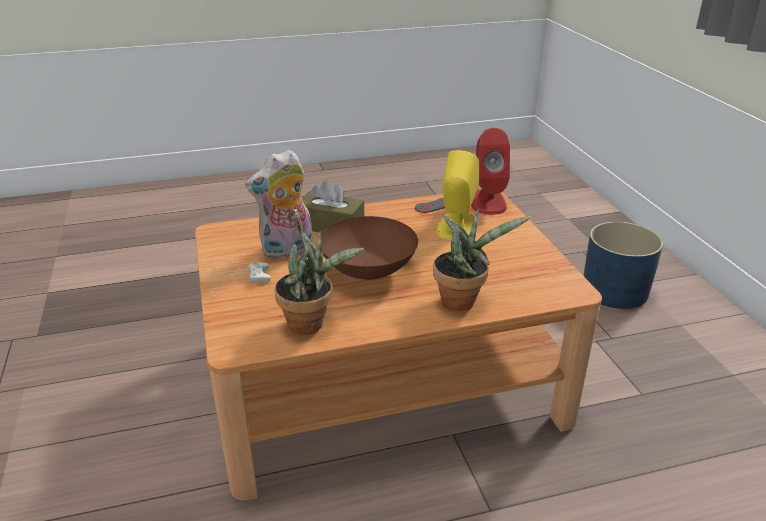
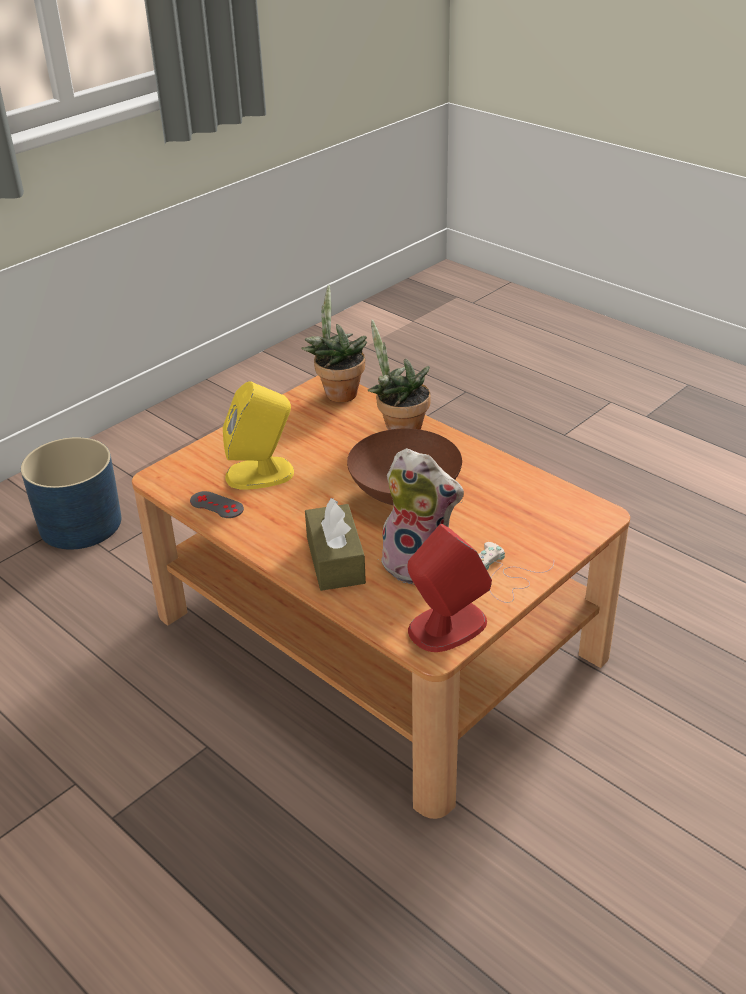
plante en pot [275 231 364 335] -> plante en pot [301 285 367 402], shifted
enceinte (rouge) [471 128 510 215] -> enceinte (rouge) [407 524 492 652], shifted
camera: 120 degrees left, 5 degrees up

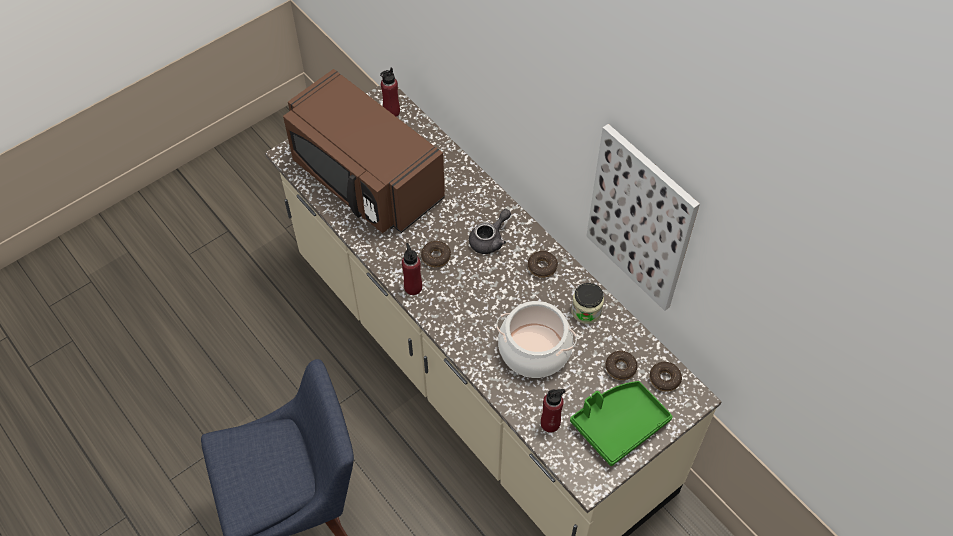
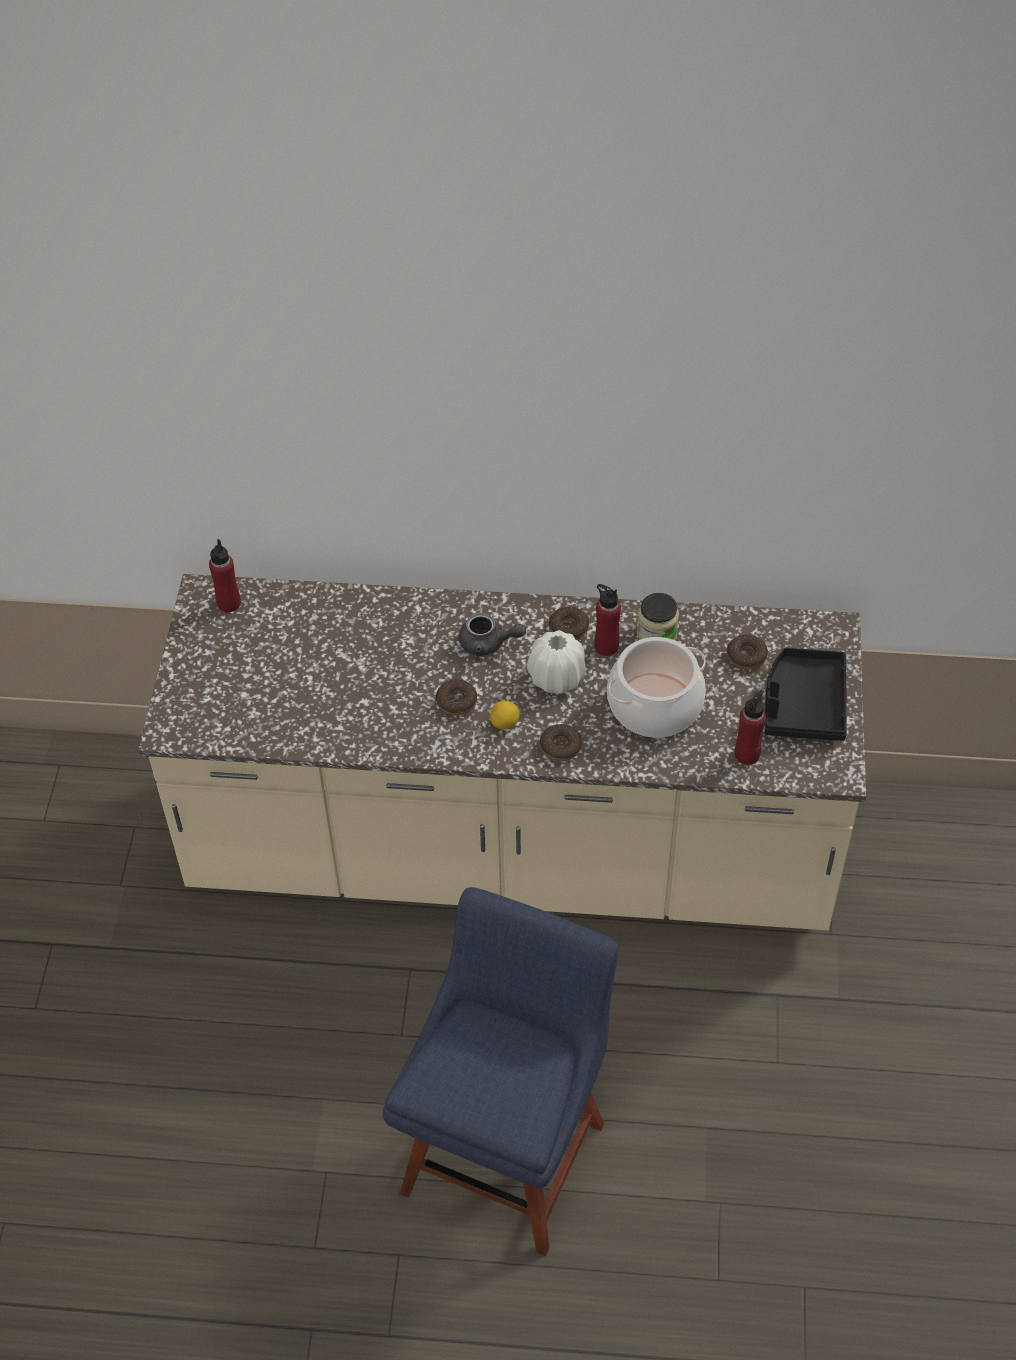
micro-ondes (marron) [283 69 445 233] -> none
tableau [586 124 700 311] -> none
none -> citron [490 701 520 730]
none -> vase (blanc) [527 630 586 693]
bouteille (rouge) [402 243 422 295] -> bouteille (rouge) [595 584 621 656], shifted
beignet [650 362 682 392] -> beignet [540 724 582 761], shifted
plateau (vert) [570 381 673 466] -> plateau (noir) [765 648 847 741]
théière (gris) [469 209 511 254] -> théière (gris) [459 613 526 656], 105 degrees clockwise
camera: 45 degrees left, 5 degrees down

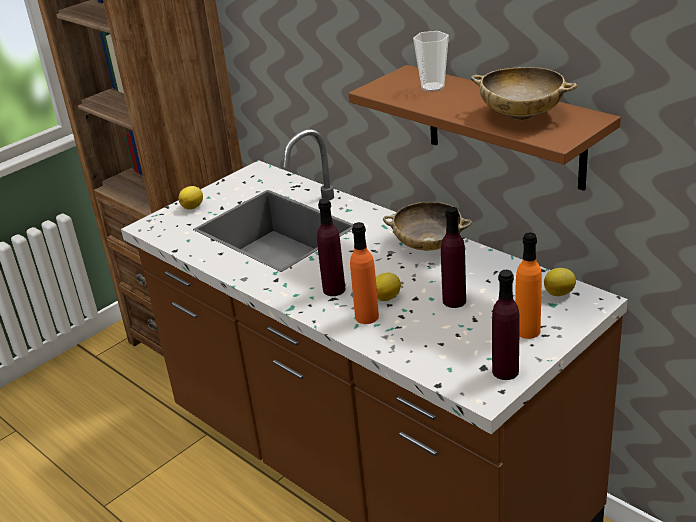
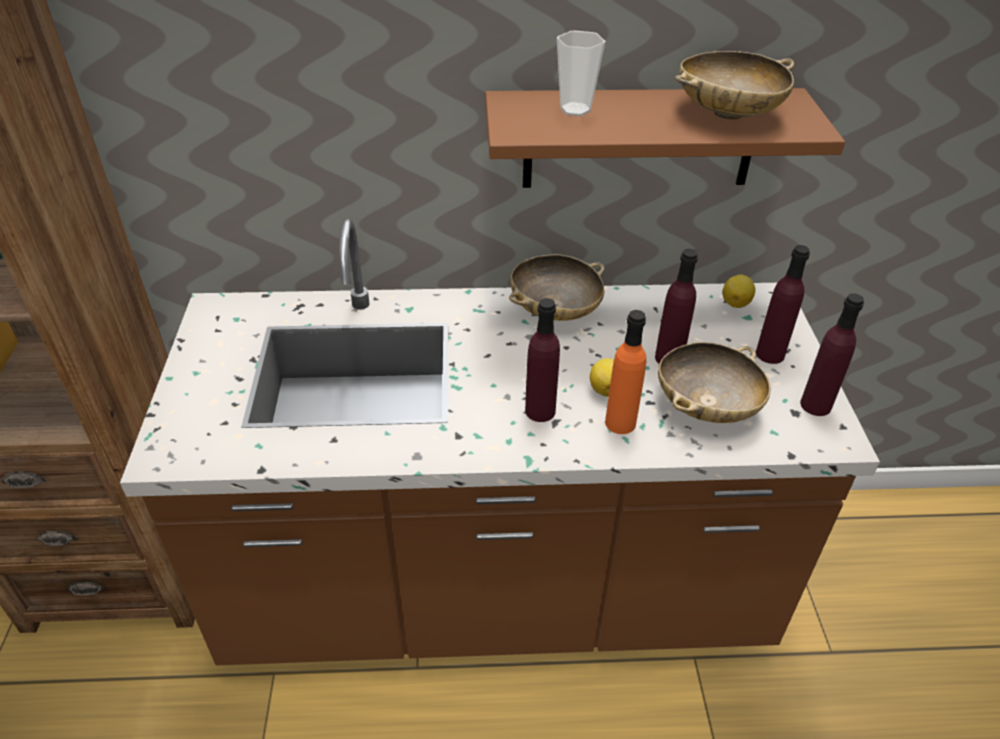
citron [179 186 203 210] -> none
none -> bol (beige) [658 342 771 423]
bouteille (orange) [515 233 542 339] -> bouteille (violet) [756 245 810 364]
camera: 50 degrees left, 10 degrees up

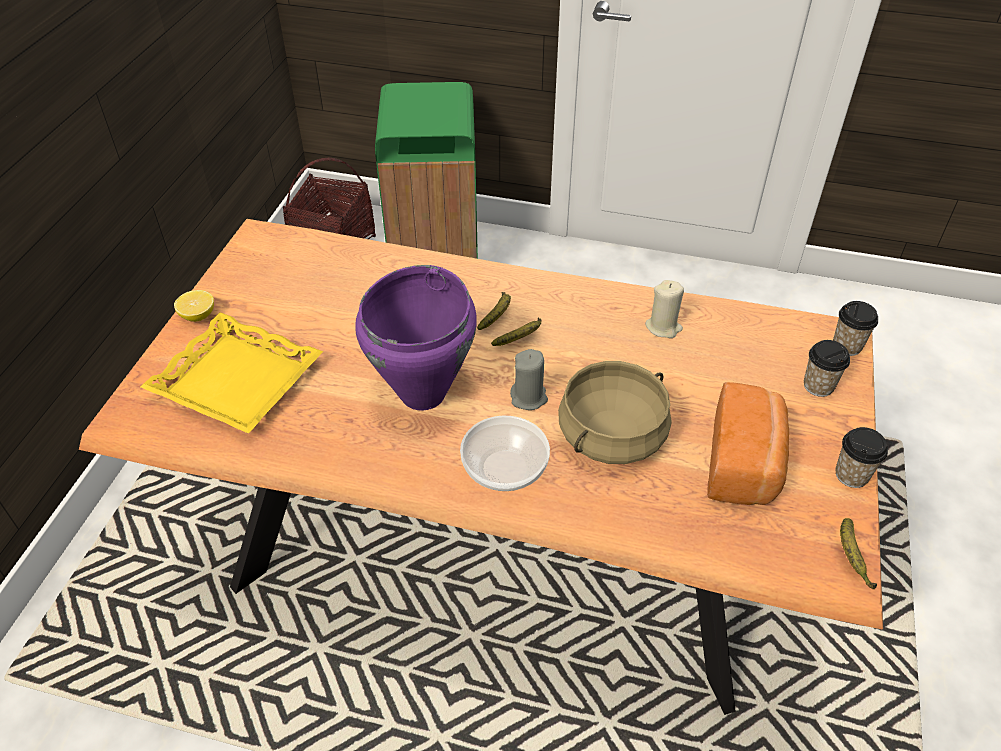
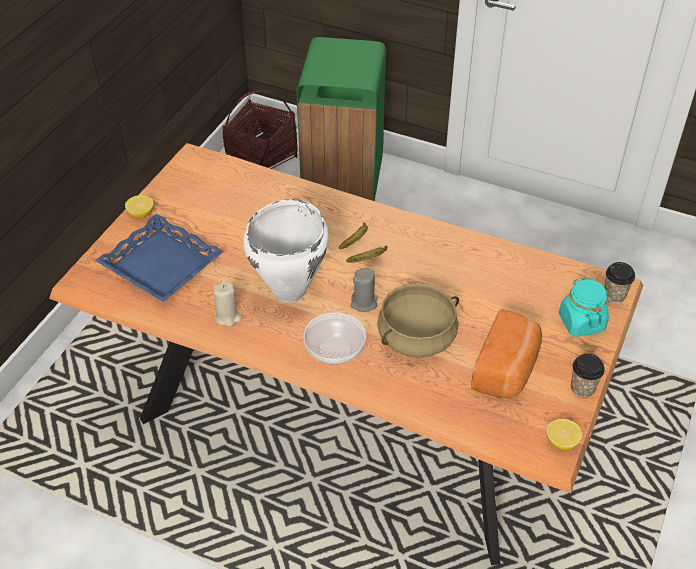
bougie (beige) [645 280 684 338] -> bougie (beige) [213 281 242 327], shifted
tasse [804 340 850 397] -> bocal (turquoise) [559 278 609 337]
banane [840 518 877 589] -> citron [547 419 582 450]
plateau (jaune) [140 312 323 434] -> plateau (bleu) [95 214 224 302]
marmite (violet) [355 265 477 410] -> marmite (blanc) [243 199 329 302]
camera: 10 degrees right, 0 degrees up

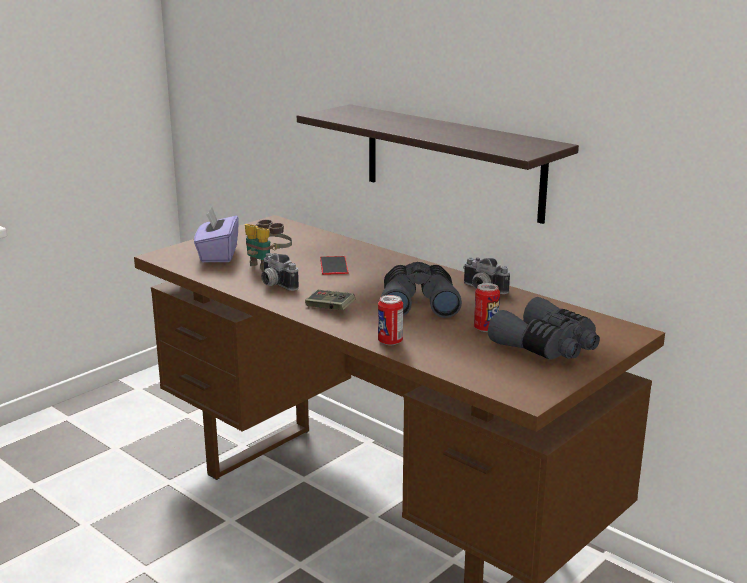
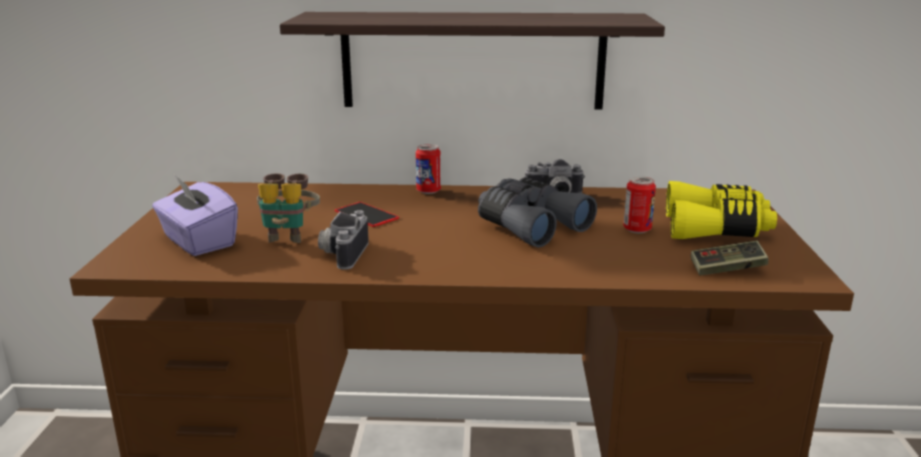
manette [305 290 355 310] -> manette [691 241 768 276], shifted
boîte métallique [378 295 403 345] -> boîte métallique [416 144 441 194], shifted
jumelles (gris) [488 297 600 360] -> jumelles (jaune) [666 181 777 239]
appareil photo [261 253 299 291] -> appareil photo [318 210 369 270], 90 degrees clockwise
camera: 40 degrees left, 0 degrees up

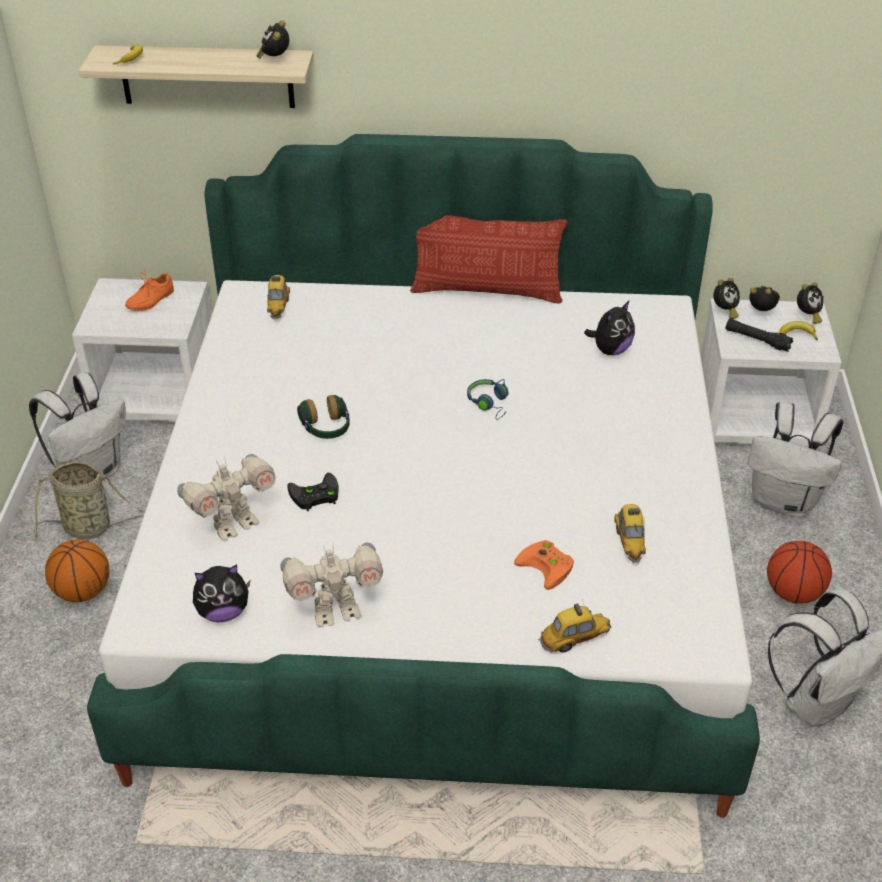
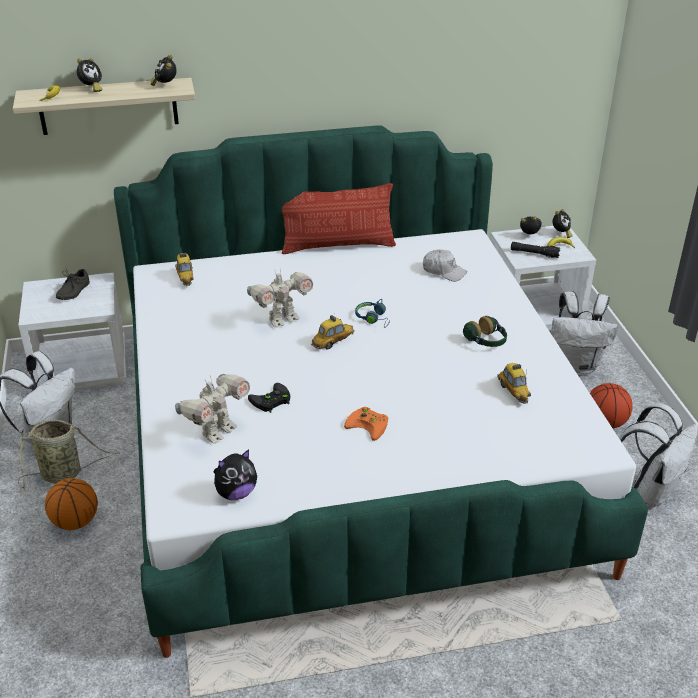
robot jouet [280 542 383 627] -> robot jouet [247 269 313 328], shifted
casque audio [297 395 350 439] -> casque audio [463 316 507 347], shifted
manette (orange) [514 540 574 590] -> manette (orange) [344 407 389 441], shifted
petite voiture [538 603 611 653] -> petite voiture [311 315 354 349], shifted
réveil [713 278 740 319] -> réveil [77 58 103 92], shifted
peluche [584 301 635 355] -> casquette (blanc) [423 249 467 282]
chaussure (orange) [125 269 174 311] -> chaussure (gris) [56 267 90 300]
camera: 15 degrees left, 5 degrees down

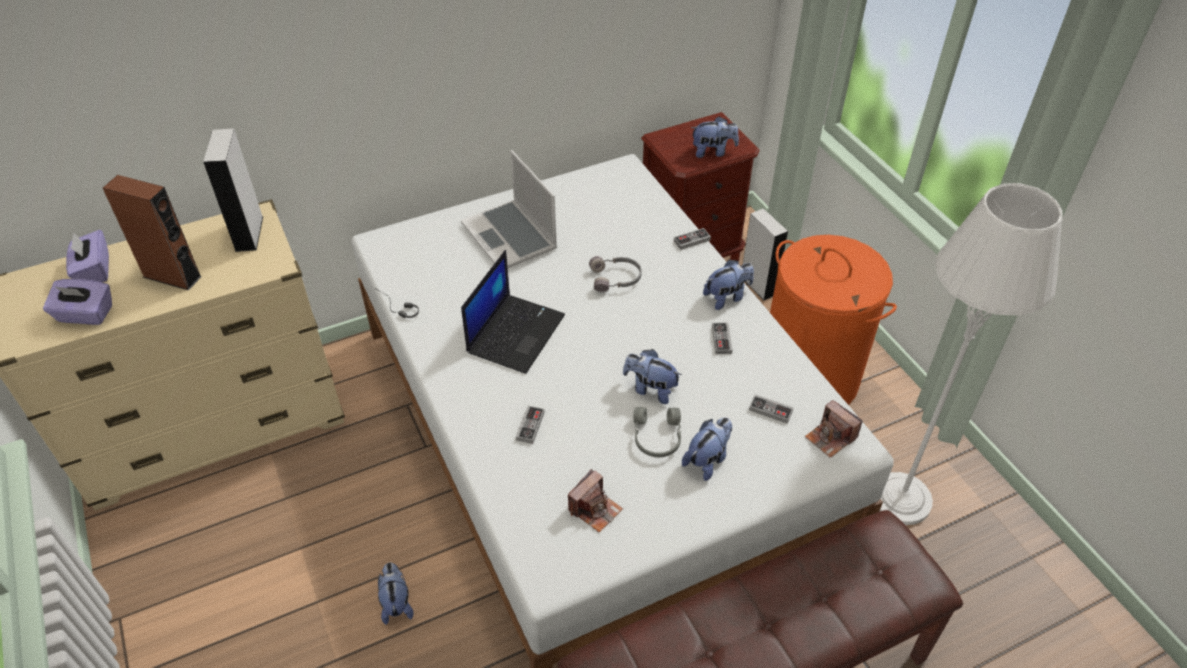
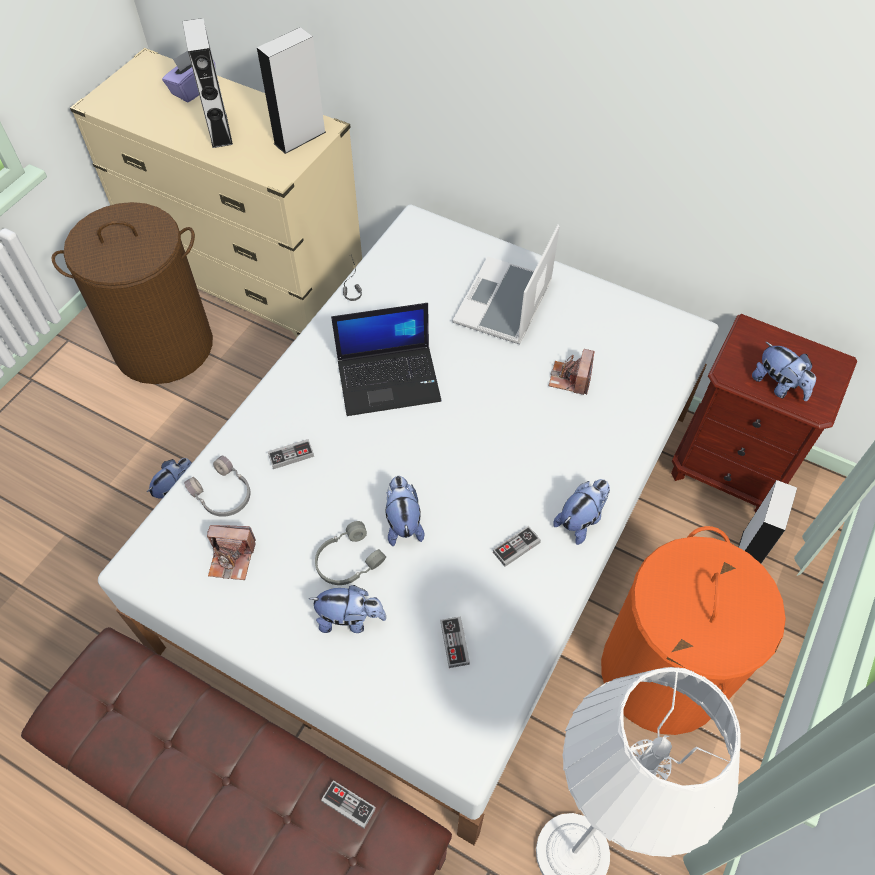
boîte à mouchoirs (violet) [43 279 112 325] -> none
none -> panier à linge (marron) [51 202 213 384]
casque audio (gris) [589 256 642 292] -> casque audio (gris) [184 456 251 517], shifted
manette [674 228 711 250] -> manette [321 780 376 828], shifted
appareil photo [805 400 863 458] -> appareil photo [549 349 594 395], shifted
enceinte (marron) [103 175 202 290] -> enceinte (gris) [182 18 233 148]
peluche [703 260 754 310] -> peluche [553 479 610 545], 75 degrees counterclockwise
camera: 55 degrees right, 10 degrees up

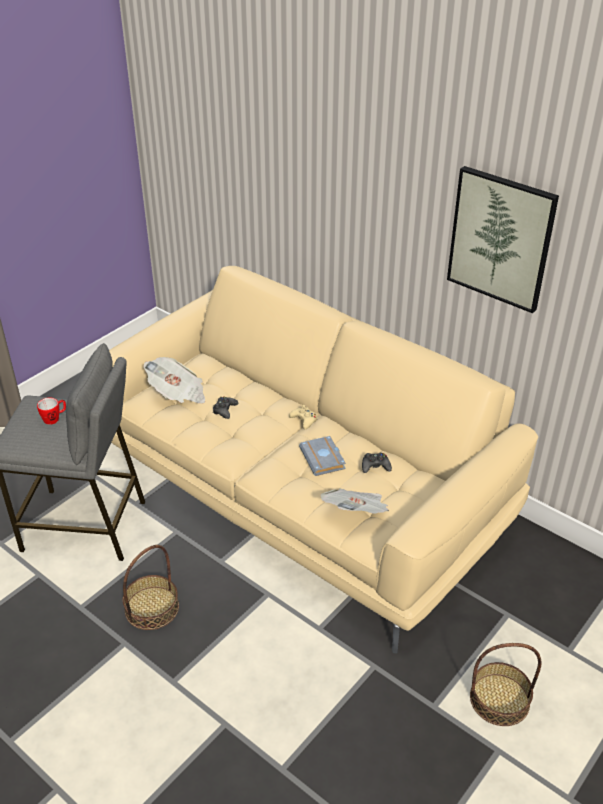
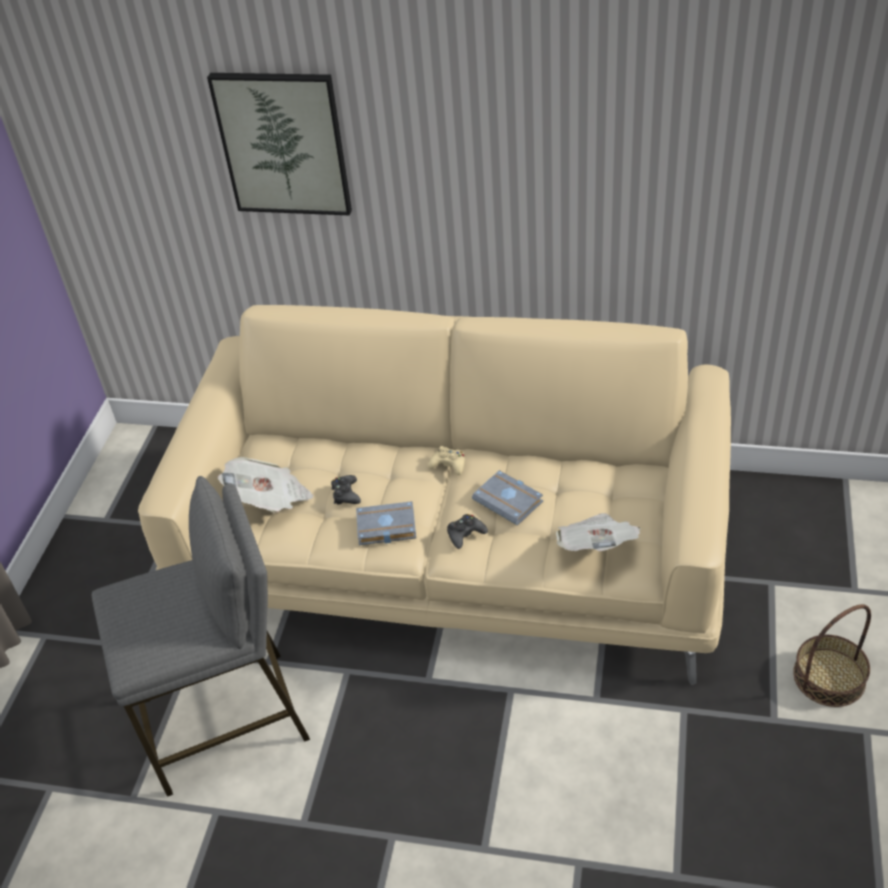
mug [37 398 66 425] -> none
panier [123 545 179 630] -> none
none -> livre (gris) [356 501 416 545]
manette (noir) [362 453 392 473] -> manette (noir) [447 514 488 549], shifted
tableau [447 166 559 313] -> tableau [207 73 352 215], shifted
camera: 25 degrees left, 5 degrees up

